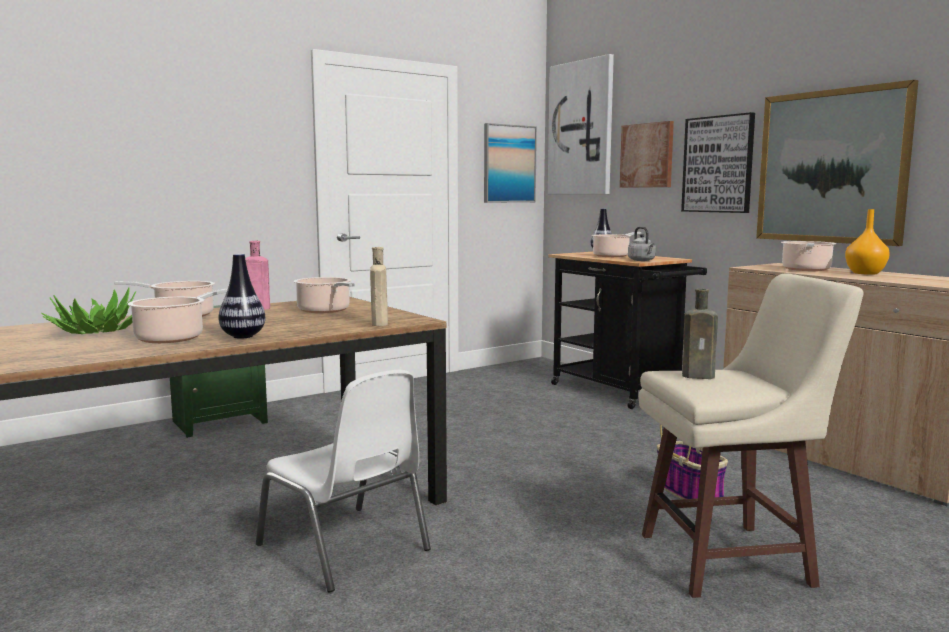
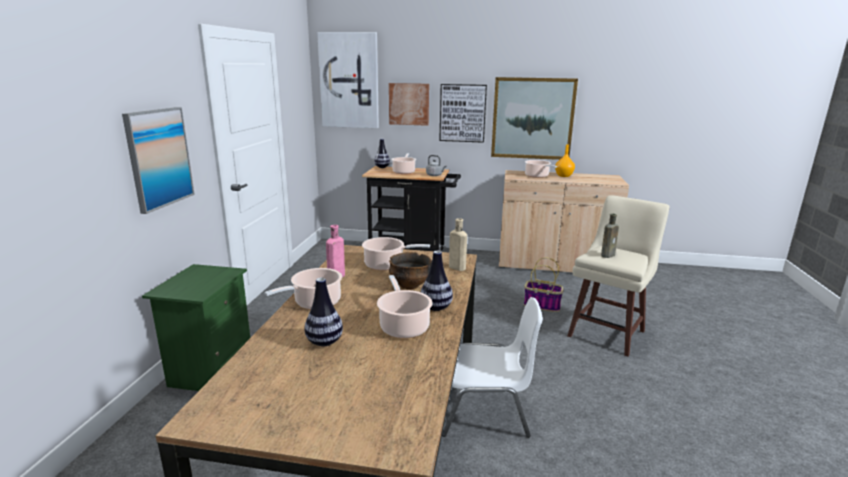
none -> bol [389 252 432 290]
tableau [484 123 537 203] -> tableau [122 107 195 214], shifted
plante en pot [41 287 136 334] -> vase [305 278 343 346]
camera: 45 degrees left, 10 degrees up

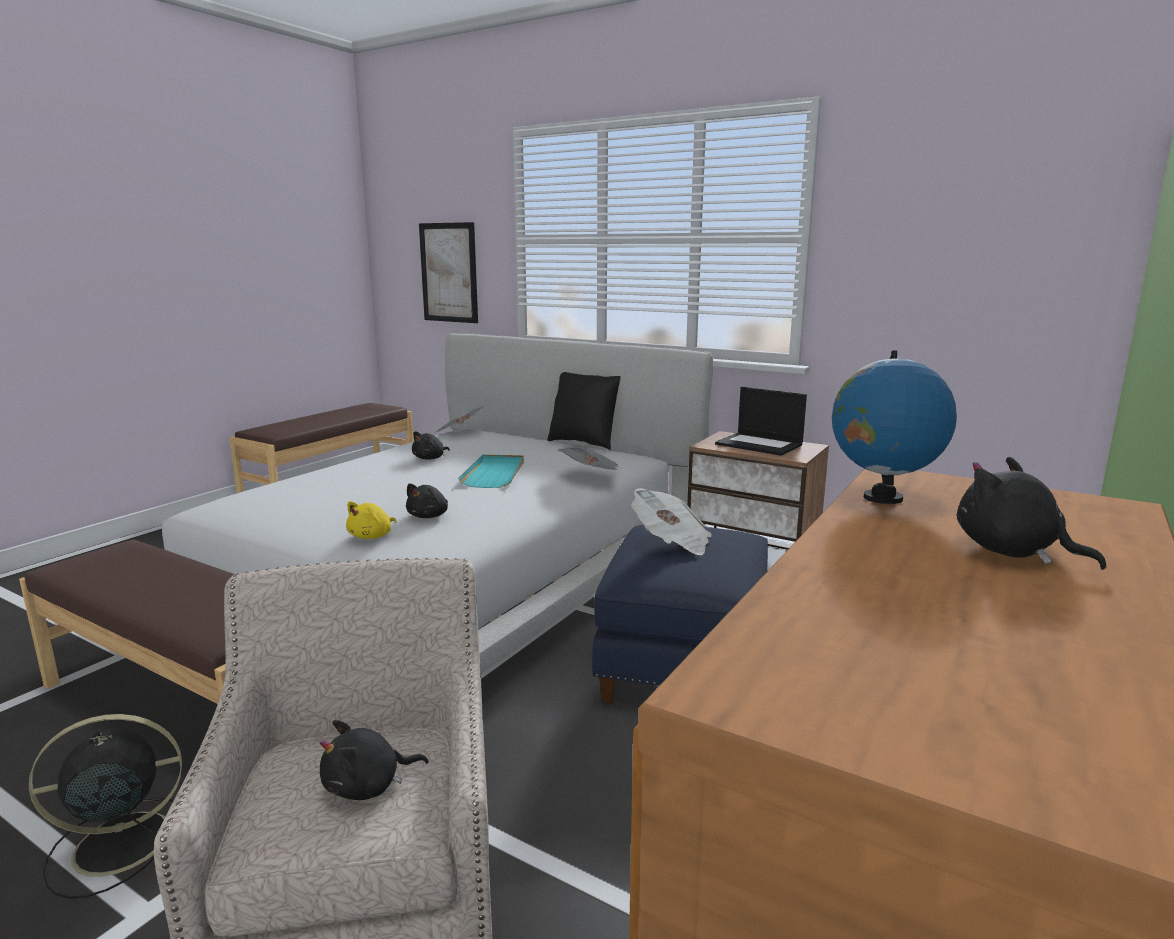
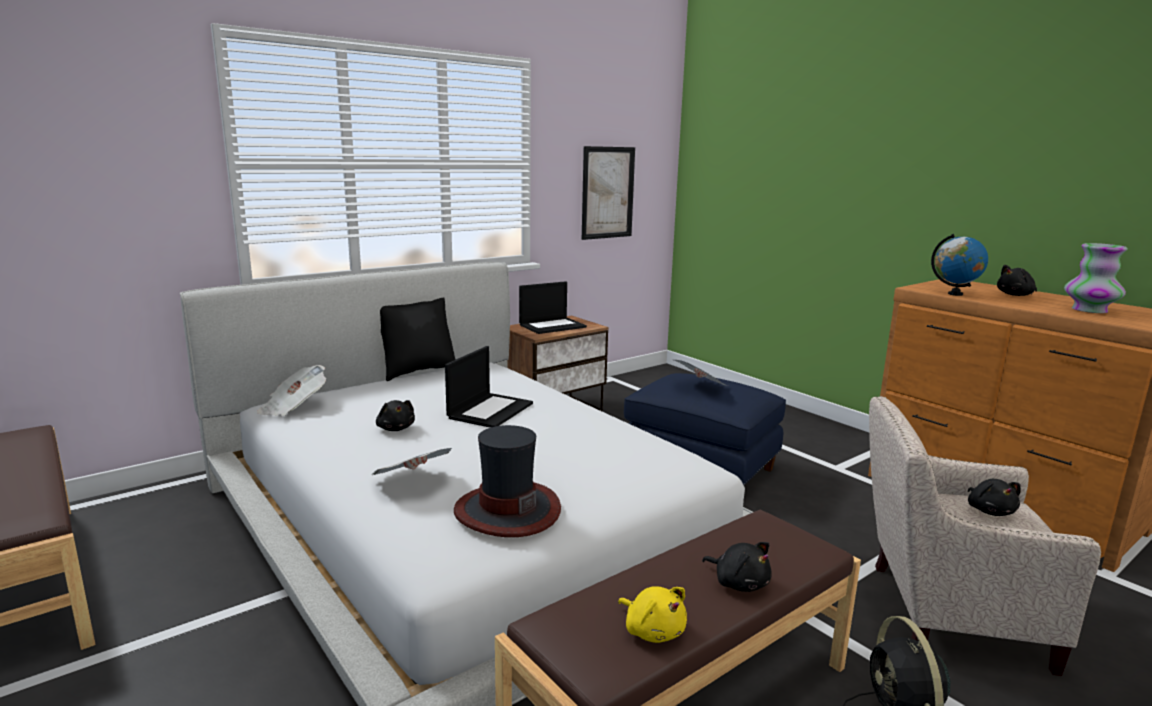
none -> chapeau [454 425 561 537]
none -> vase [1064 243 1128 313]
peluche (jaune) [346 501 396 539] -> peluche (jaune) [618 586 687 643], shifted
peluche (noir) [406 484 448 518] -> peluche (noir) [702 542 772 592], shifted
tableau [419 222 478 323] -> tableau [582 146 635 240], shifted
journal [558 448 620 470] -> journal [372 448 452 475], shifted
plateau (turquoise) [458 455 524 488] -> ordinateur portable [445 346 533 428]
camera: 70 degrees left, 0 degrees up

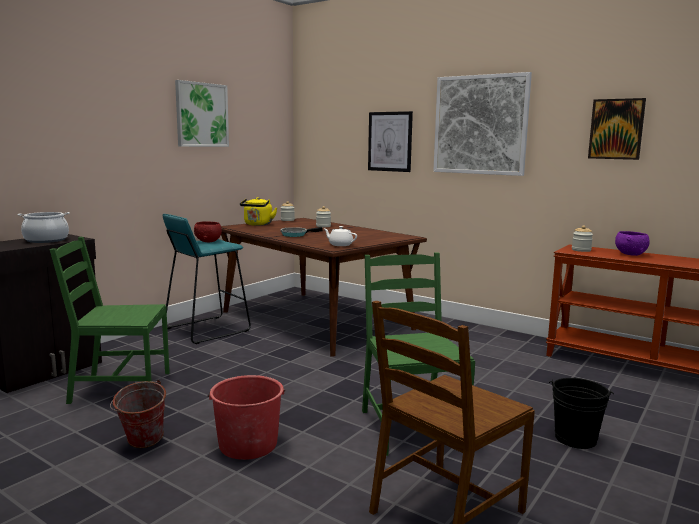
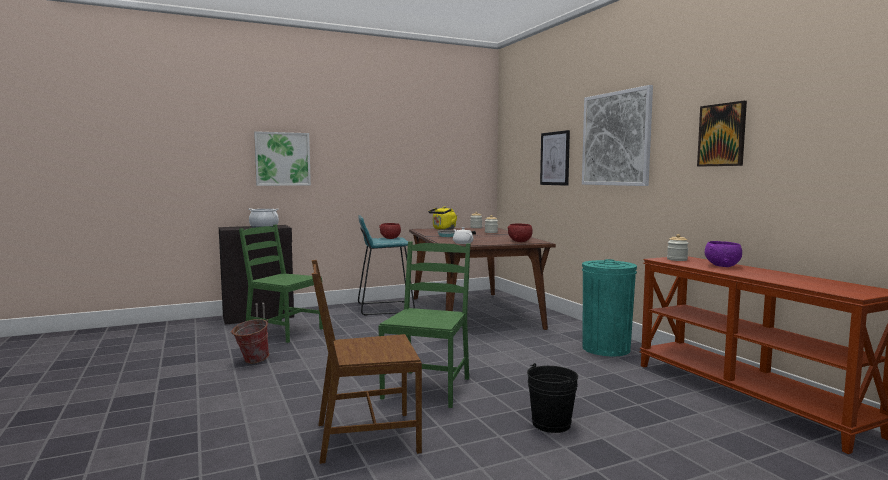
seau (rouge) [207 375 285 460] -> none
none -> bol (rouge) [508 223 533 242]
none -> poubelle (turquoise) [582 259 637 356]
tableau [175 80 229 147] -> tableau [254 131 311 186], shifted
camera: 30 degrees right, 5 degrees down

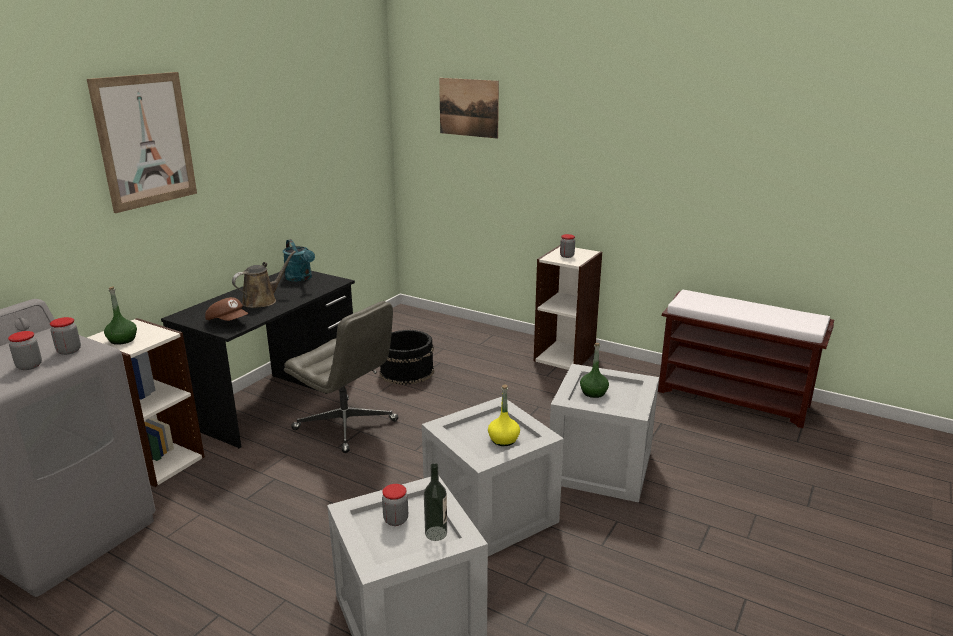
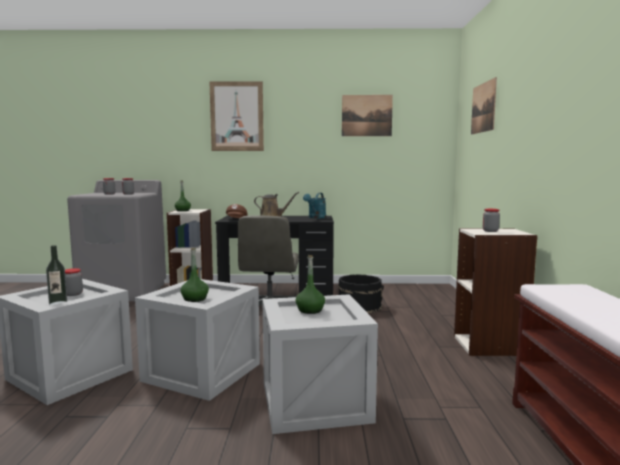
none -> tableau [342 95 393 136]
bouteille (jaune) [488 385 520 446] -> bouteille (vert) [180 248 209 302]
camera: 60 degrees right, 15 degrees down

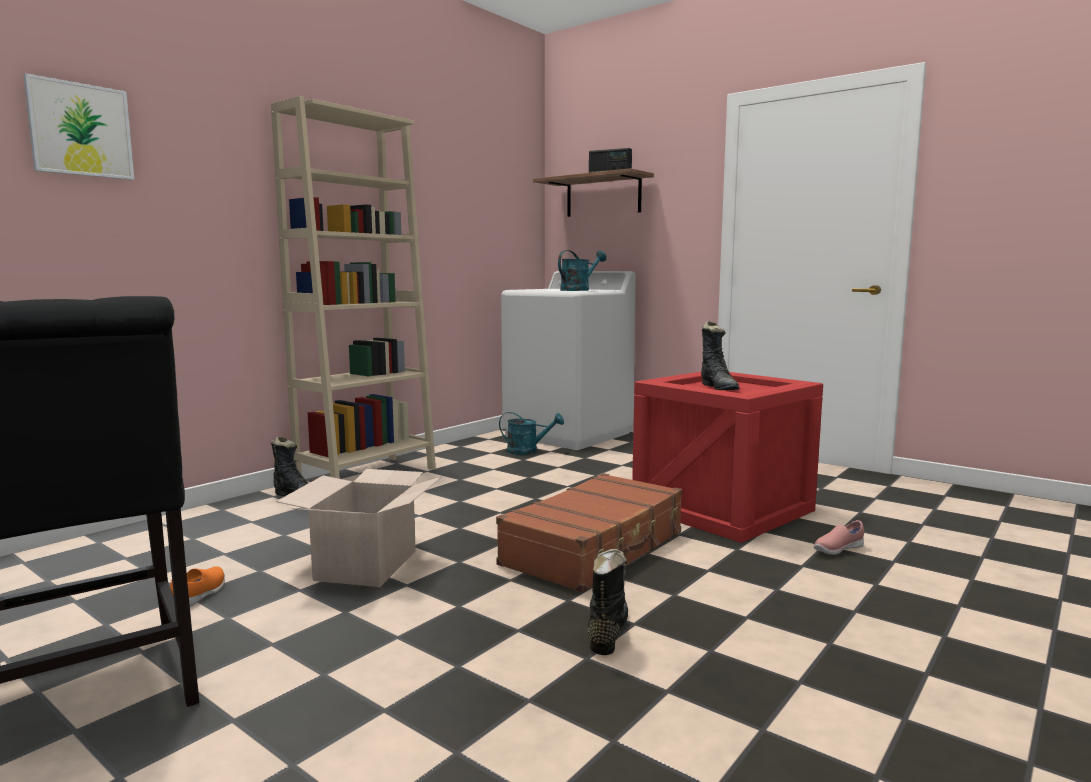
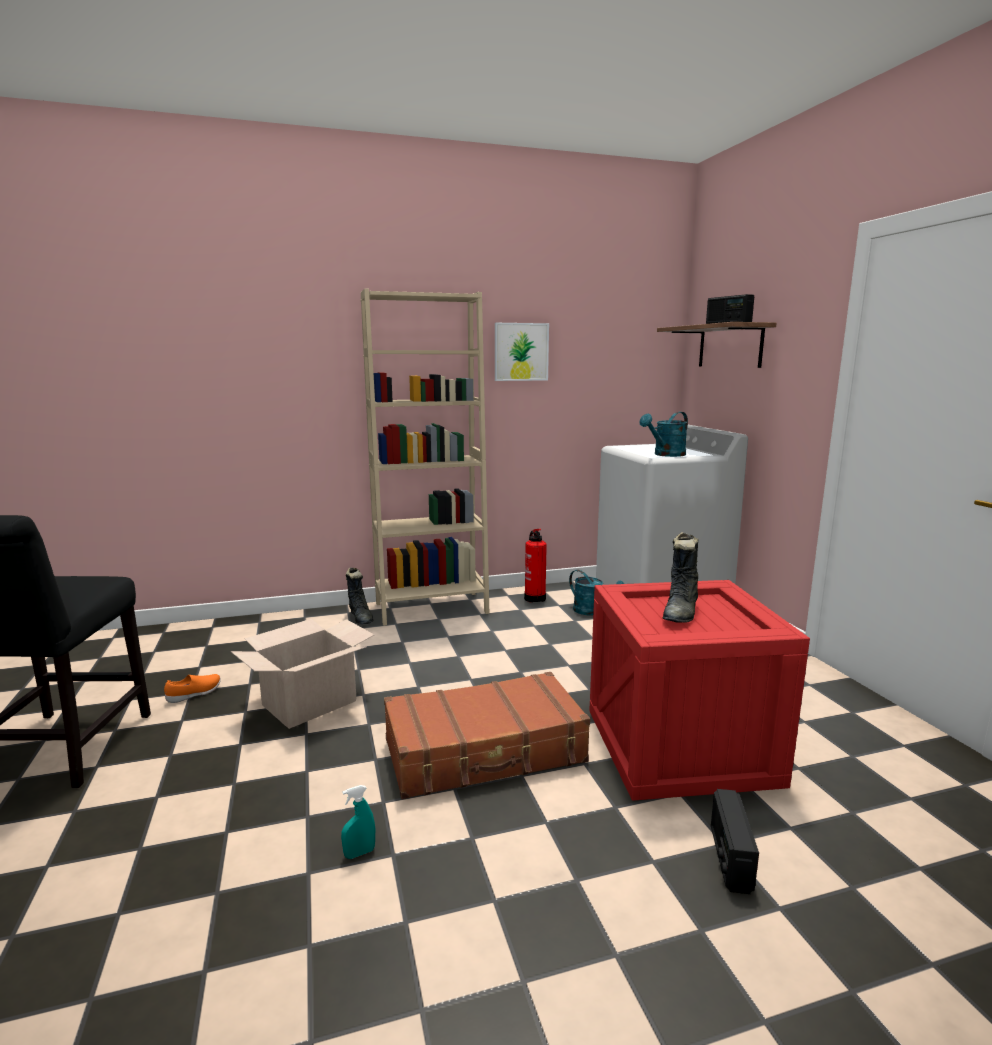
none -> extincteur [524 529 547 603]
tableau [23 73 134 180] -> tableau [495 323 549 381], shifted
botte (noir) [588 549 628 655] -> vaporisateur (turquoise) [341 785 375 859]
chaussure (rose) [814 520 864 555] -> radio [711 789 759 894]
arrosoir (turquoise) [558 250 607 291] -> arrosoir (turquoise) [640 412 688 457], 150 degrees clockwise
camera: 35 degrees right, 5 degrees up

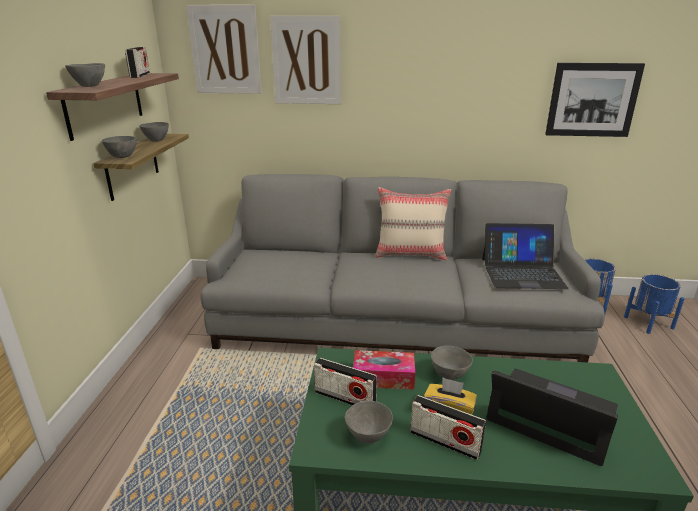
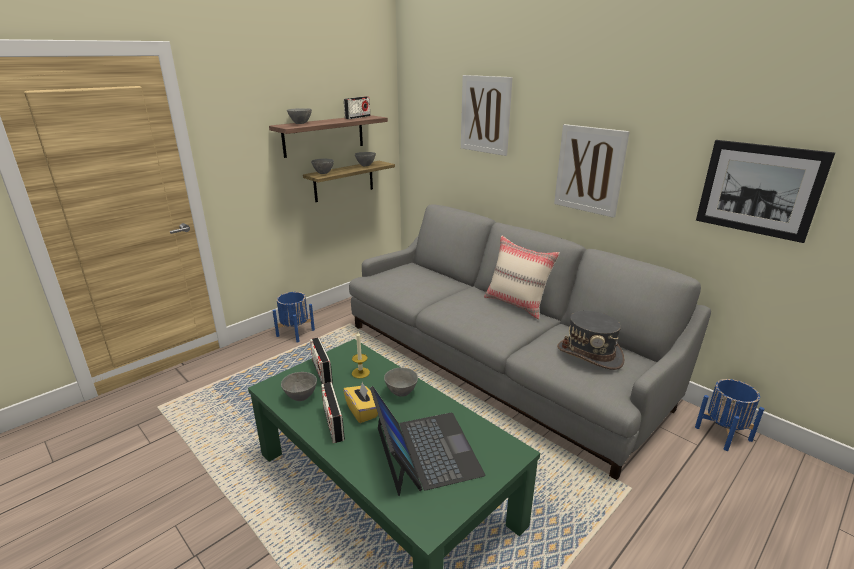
tableau [186 5 262 94] -> tableau [554 124 630 218], shifted
cache-pot (bleu) [624 274 685 334] -> cache-pot (bleu) [272 292 315 343], shifted
boîte à mouchoirs [353 350 415 390] -> bougie [352 332 370 378]
ordinateur portable [482 223 569 289] -> chapeau (gris) [557 311 625 370]
camera: 40 degrees right, 0 degrees up

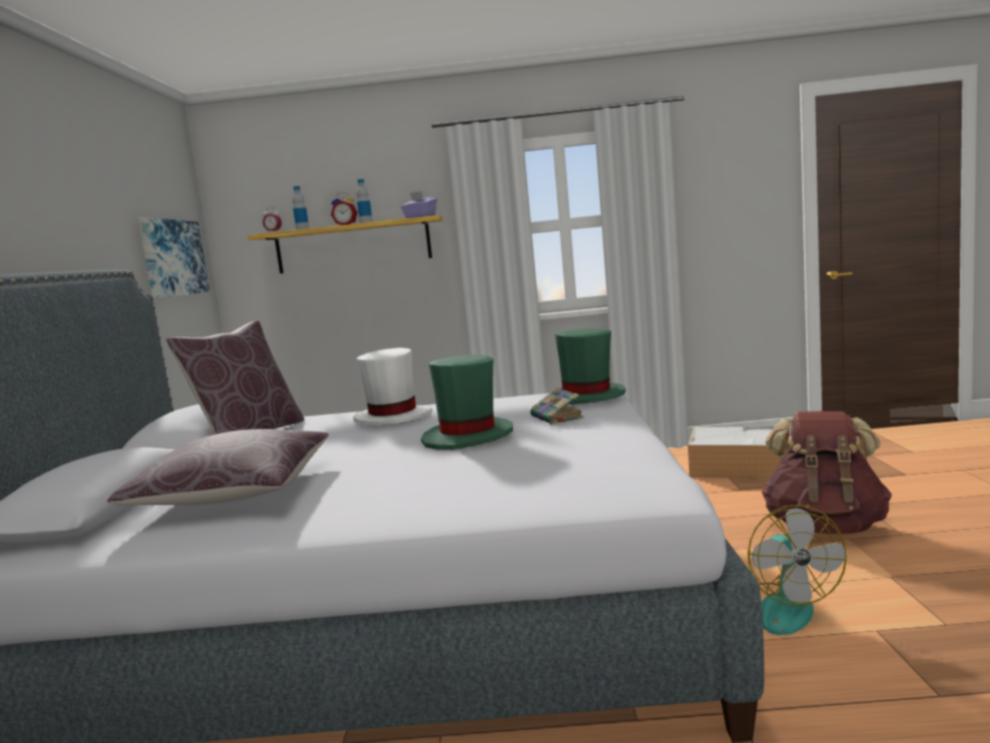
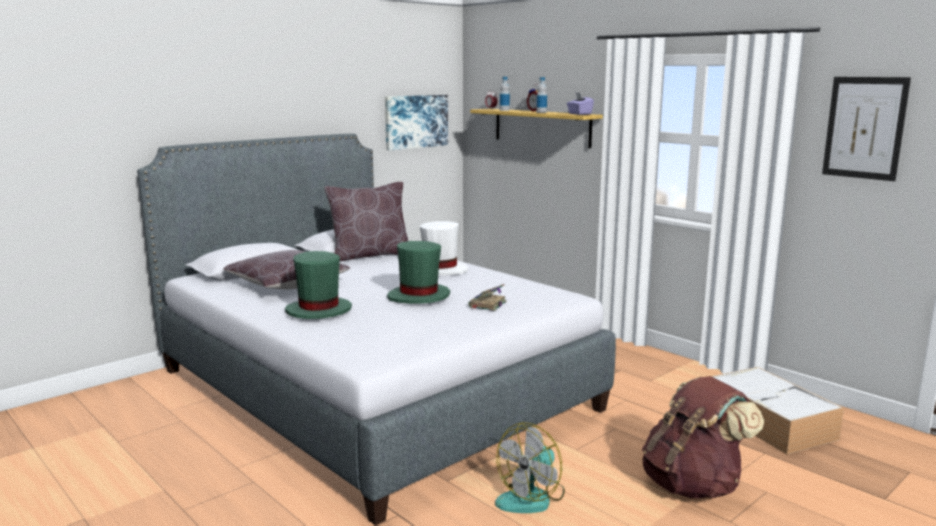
none -> tableau [822 77 911 181]
chapeau (vert) [550 328 626 405] -> chapeau (vert) [285 251 352 319], shifted
camera: 45 degrees right, 5 degrees up

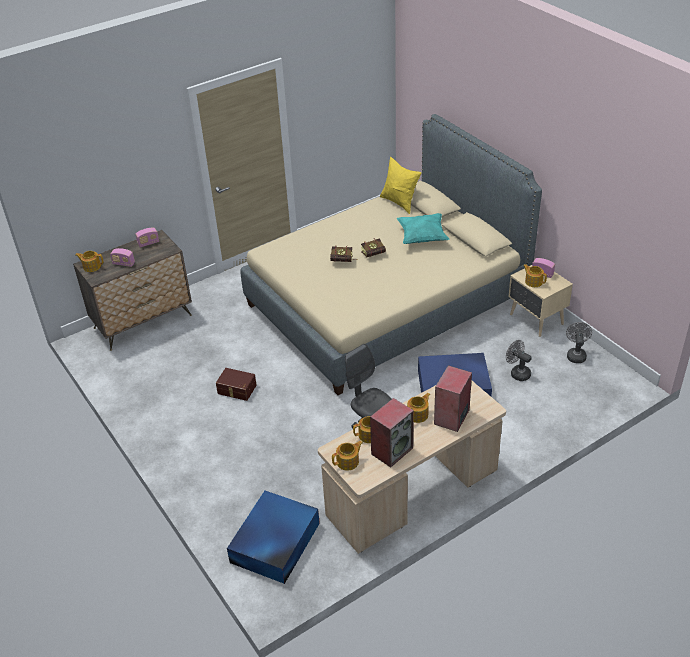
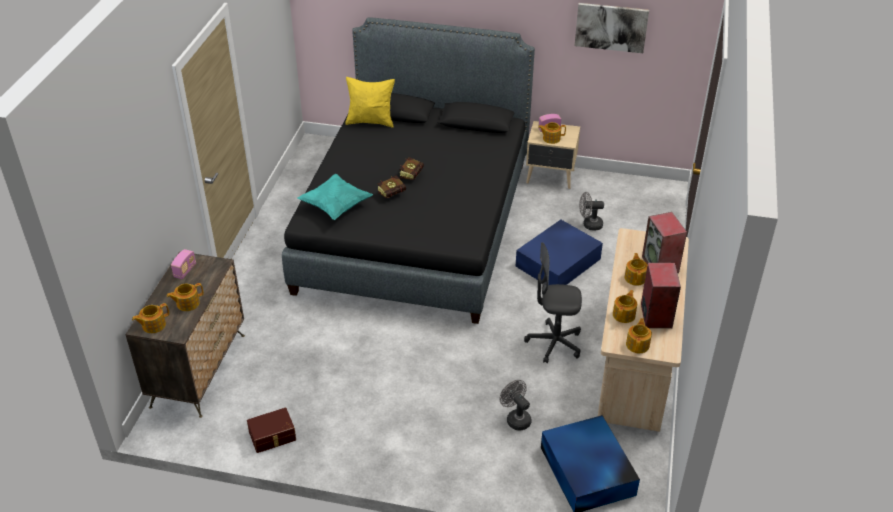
none -> tableau [575 3 649 53]
boîte de rangement (marron) [216 368 256 401] -> boîte de rangement (marron) [247 408 296 453], shifted
coussin (turquoise) [397 213 449 244] -> coussin (turquoise) [298 174 373 220], shifted
ventilateur (gris) [566 322 592 363] -> ventilateur (gris) [499 380 532 430], shifted
radio [110 248 135 267] -> théière [167 283 204 311]
lit (beige) [240 114 542 395] -> lit (noir) [282 17 535 324]
camera: 45 degrees left, 0 degrees up

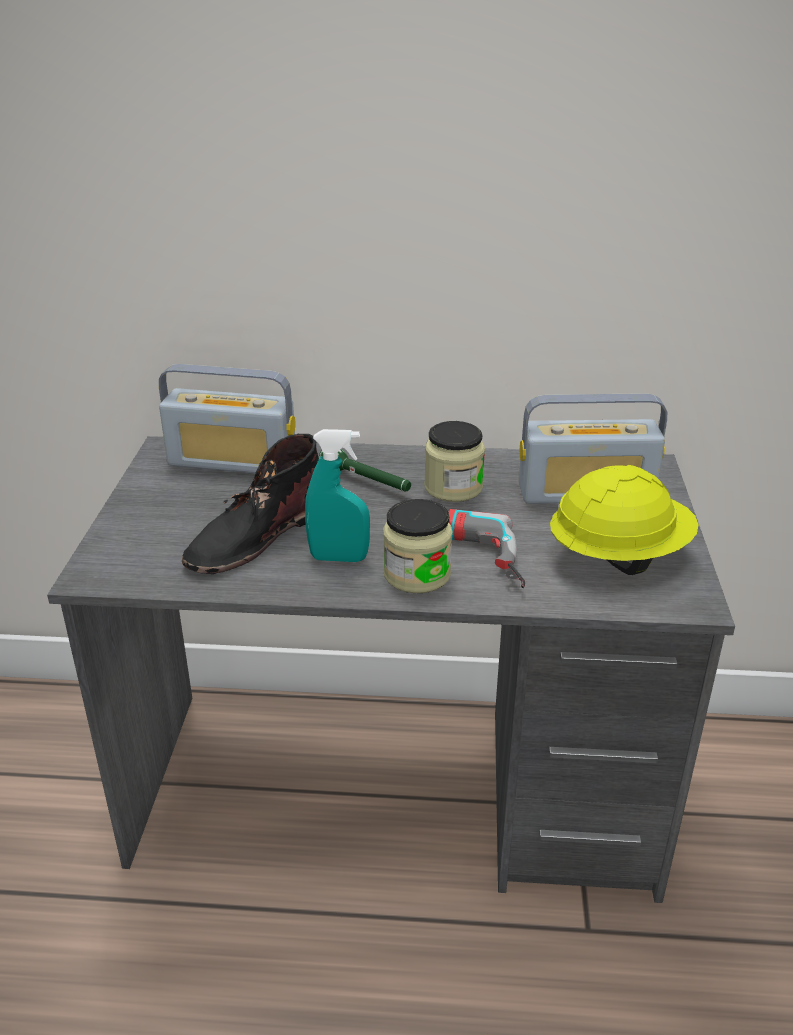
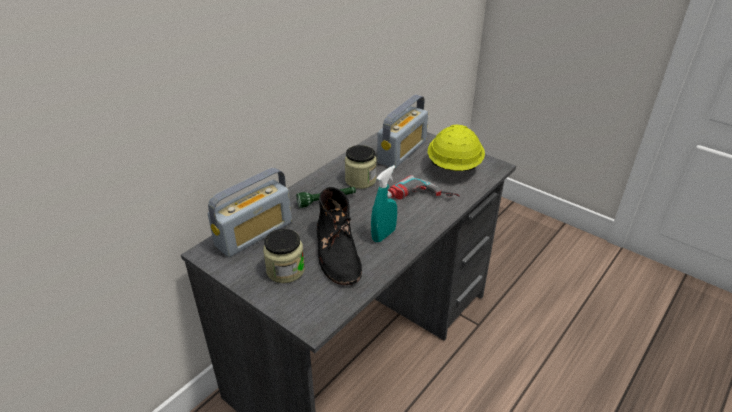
bocal [383 499 453 593] -> bocal [263 229 305 283], shifted
camera: 55 degrees left, 5 degrees up

